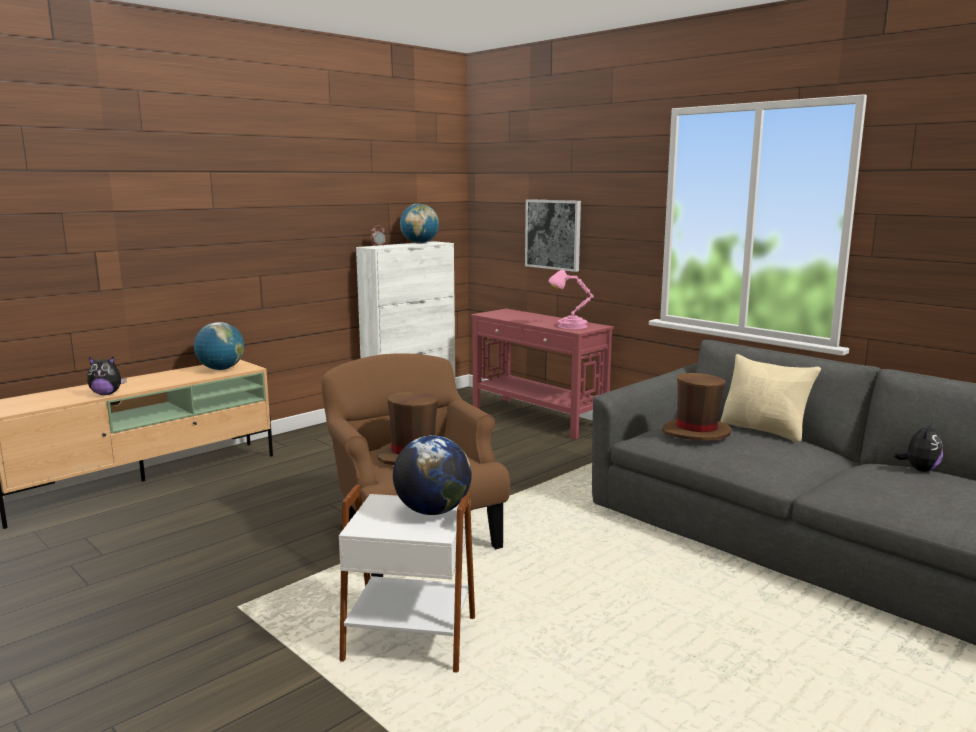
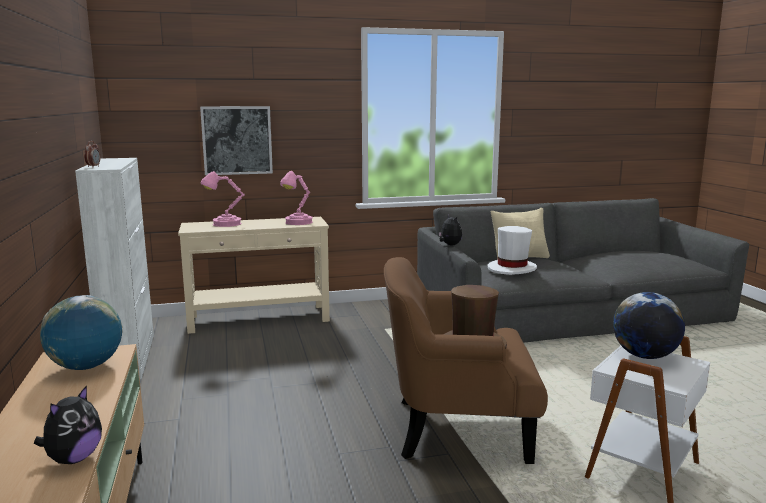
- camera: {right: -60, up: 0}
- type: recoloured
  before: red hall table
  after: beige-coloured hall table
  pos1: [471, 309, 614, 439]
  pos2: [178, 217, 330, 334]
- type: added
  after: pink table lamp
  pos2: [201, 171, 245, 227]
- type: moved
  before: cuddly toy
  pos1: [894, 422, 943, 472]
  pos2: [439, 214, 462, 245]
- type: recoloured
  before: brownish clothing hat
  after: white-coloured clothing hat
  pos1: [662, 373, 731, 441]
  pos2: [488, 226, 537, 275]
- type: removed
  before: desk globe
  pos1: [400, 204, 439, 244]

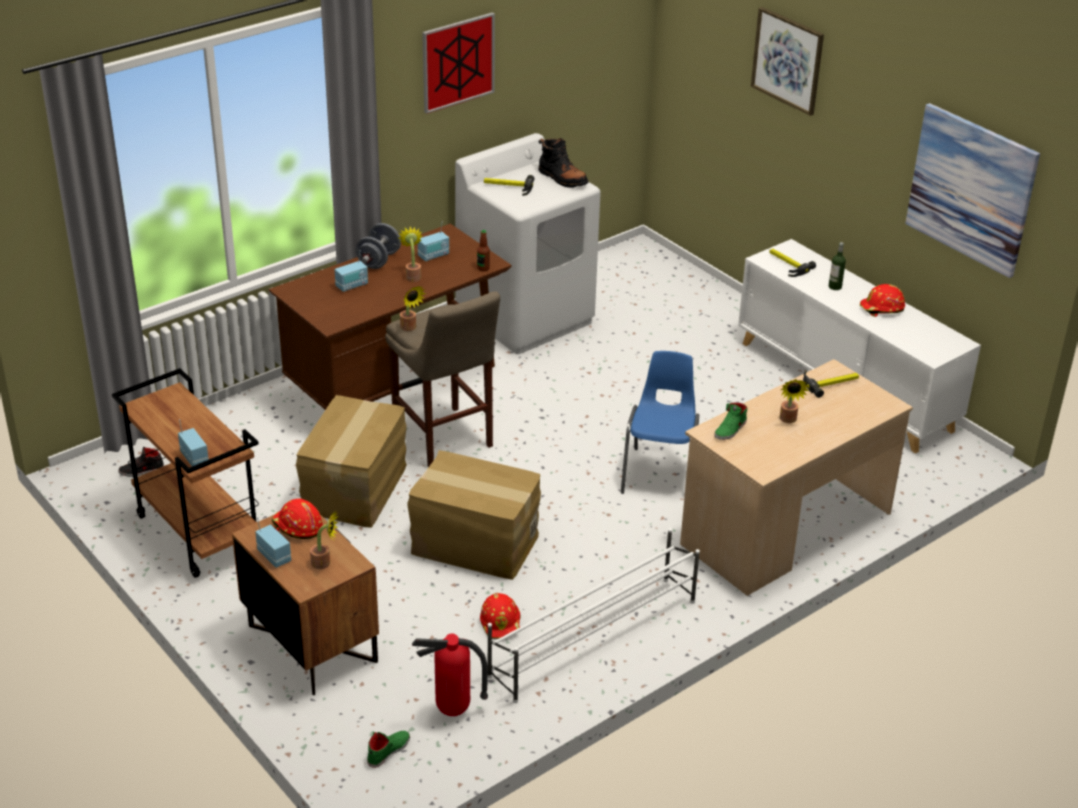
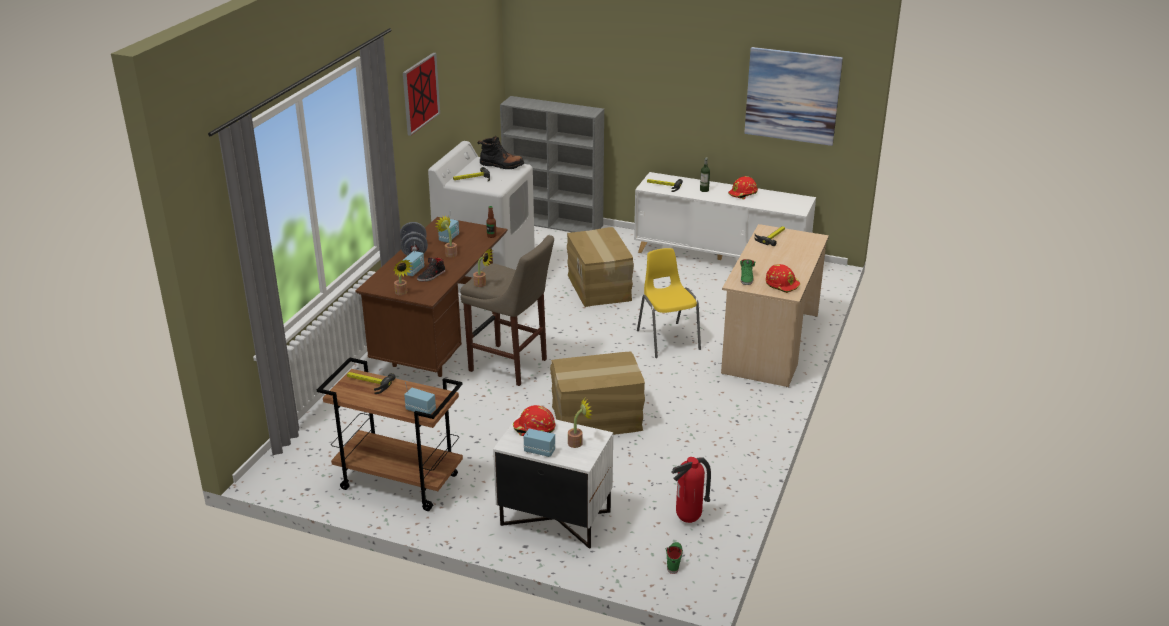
- camera: {right: -30, up: -5}
- type: added
  after: tool hammer
  pos2: [347, 372, 396, 394]
- type: moved
  before: potted plant
  pos1: [780, 379, 809, 423]
  pos2: [394, 259, 412, 296]
- type: moved
  before: black-coloured low shoe
  pos1: [118, 447, 164, 477]
  pos2: [417, 258, 445, 282]
- type: recoloured
  before: brownish night table
  after: white-coloured night table
  pos1: [232, 514, 379, 695]
  pos2: [493, 412, 613, 549]
- type: added
  after: gray bookcase
  pos2: [500, 96, 604, 232]
- type: moved
  before: packing box
  pos1: [296, 395, 407, 528]
  pos2: [567, 227, 634, 307]
- type: recoloured
  before: bluish plain chair
  after: yellow-coloured plain chair
  pos1: [621, 351, 699, 494]
  pos2: [637, 248, 701, 358]
- type: moved
  before: red hard hat
  pos1: [480, 593, 521, 639]
  pos2: [766, 264, 800, 293]
- type: removed
  before: white-coloured shoe shelf
  pos1: [488, 528, 700, 703]
- type: removed
  before: wall picture
  pos1: [751, 7, 824, 116]

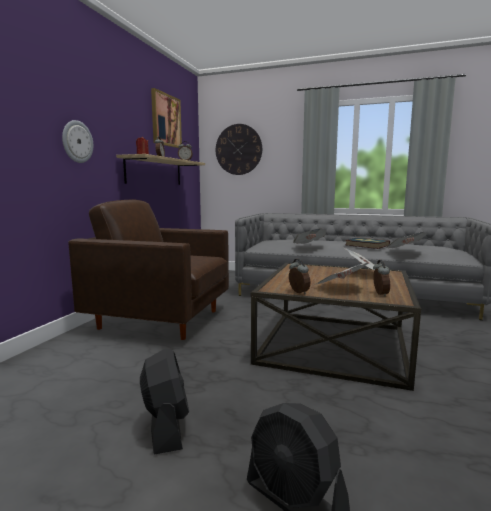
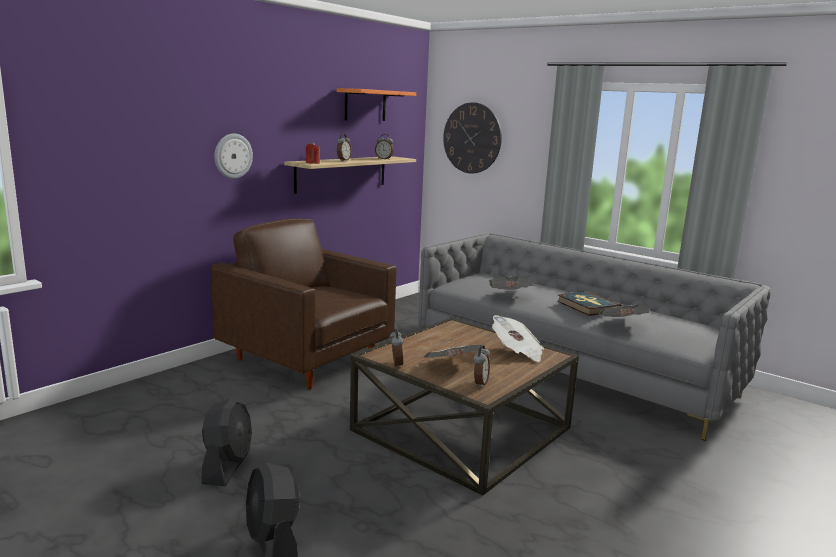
- camera: {right: 20, up: 5}
- type: replaced
  before: wall picture
  after: orange-coloured bracket shelf
  pos1: [151, 88, 182, 148]
  pos2: [337, 88, 416, 121]

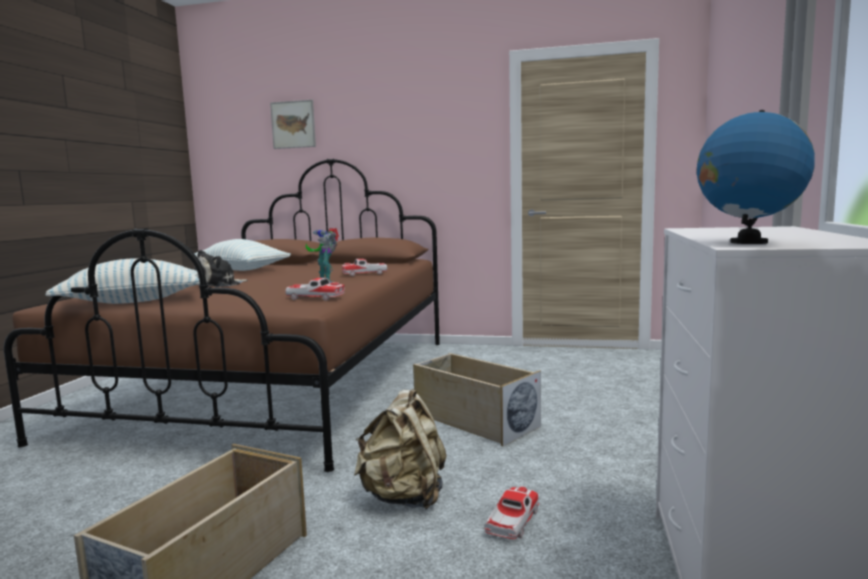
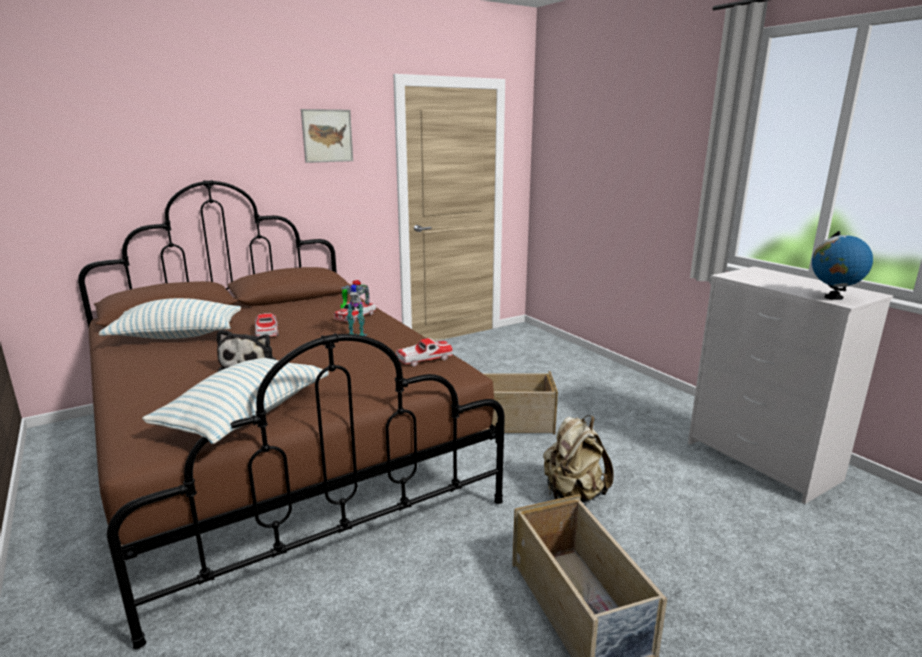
- camera: {right: -45, up: 10}
- type: moved
  before: model car
  pos1: [484, 487, 539, 539]
  pos2: [255, 313, 279, 337]
- type: moved
  before: wall picture
  pos1: [270, 100, 316, 149]
  pos2: [301, 109, 353, 163]

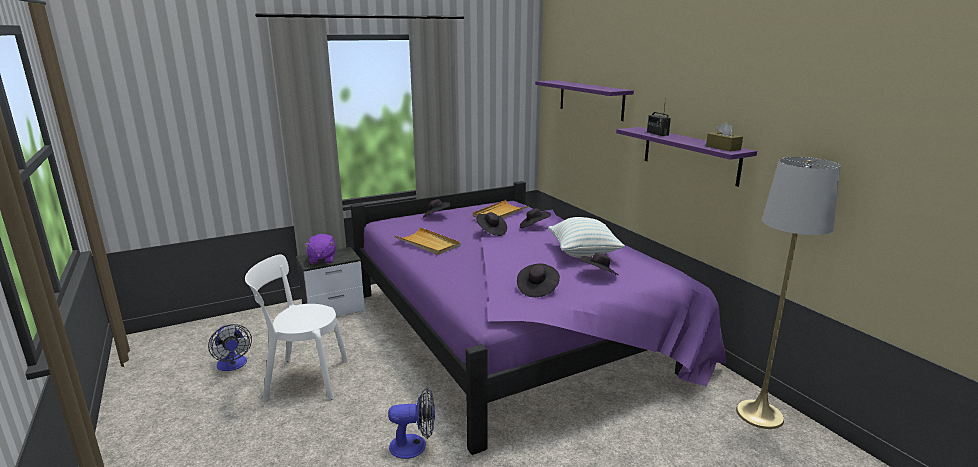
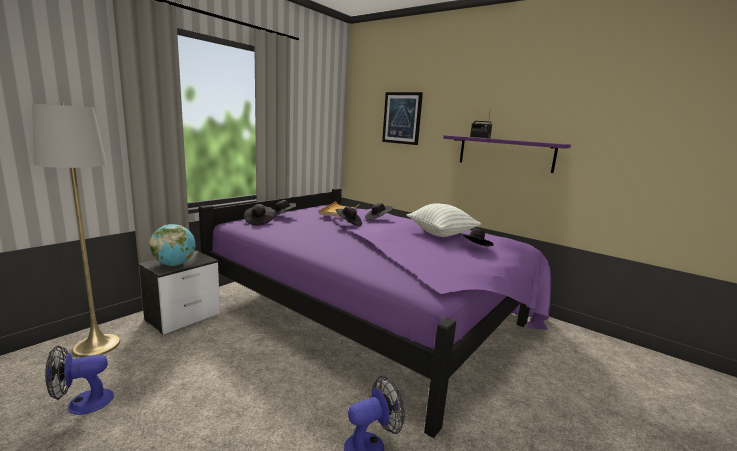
- camera: {right: -25, up: -5}
- type: moved
  before: gray floor lamp
  pos1: [736, 157, 840, 429]
  pos2: [32, 103, 120, 358]
- type: turned
  before: fan
  pos1: [208, 324, 252, 371]
  pos2: [45, 345, 114, 415]
  turn: 120
- type: replaced
  before: purplish cuddly toy
  after: desk globe
  pos1: [304, 234, 336, 265]
  pos2: [149, 224, 195, 266]
- type: moved
  before: black-coloured clothing hat
  pos1: [517, 263, 560, 297]
  pos2: [244, 204, 275, 226]
- type: replaced
  before: purplish bracket shelf
  after: wall picture
  pos1: [535, 80, 634, 121]
  pos2: [382, 92, 423, 145]
- type: removed
  before: white-coloured plain chair
  pos1: [245, 255, 348, 401]
- type: removed
  before: beige-coloured tray
  pos1: [395, 227, 461, 255]
- type: removed
  before: brownish tissue box
  pos1: [706, 122, 743, 151]

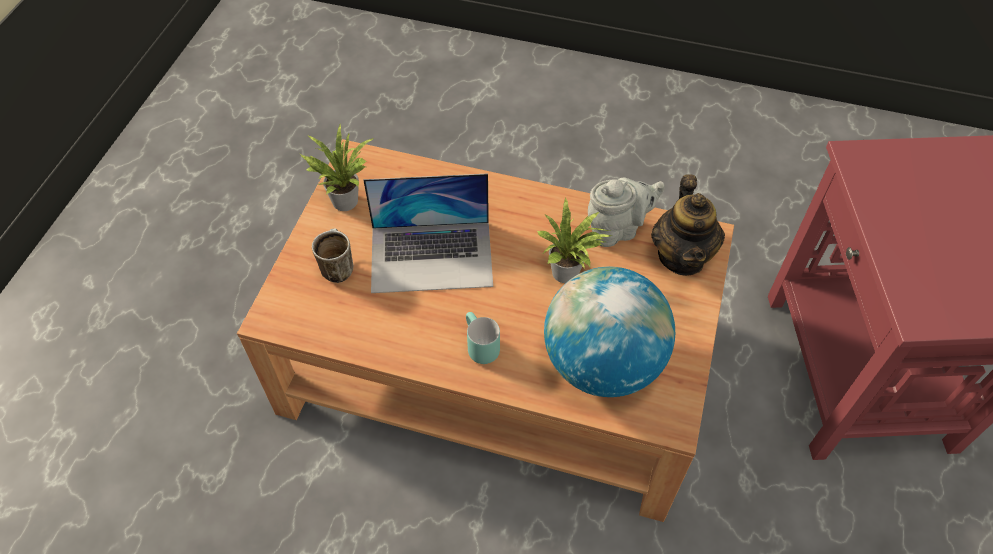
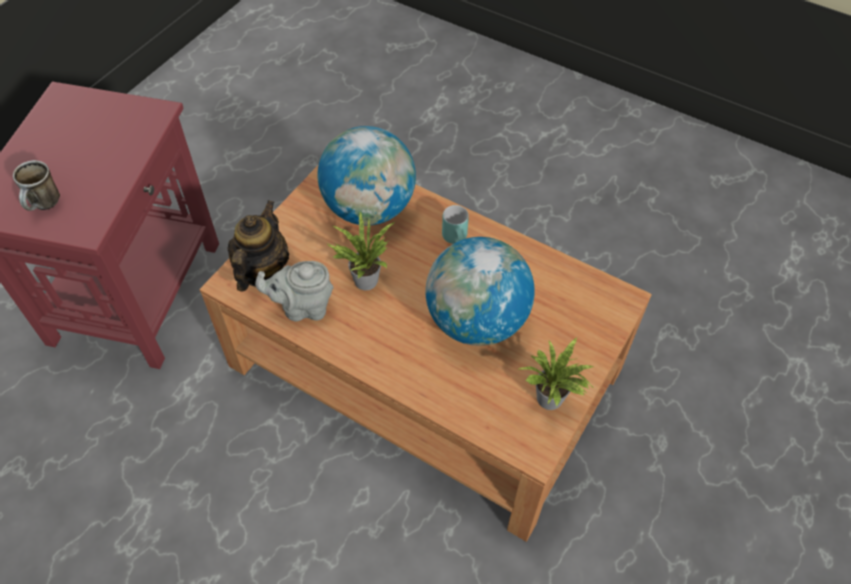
- camera: {right: -165, up: 0}
- type: moved
  before: tea mug
  pos1: [312, 228, 353, 283]
  pos2: [13, 160, 60, 211]
- type: replaced
  before: notebook computer
  after: desk globe
  pos1: [363, 173, 493, 293]
  pos2: [425, 237, 535, 346]

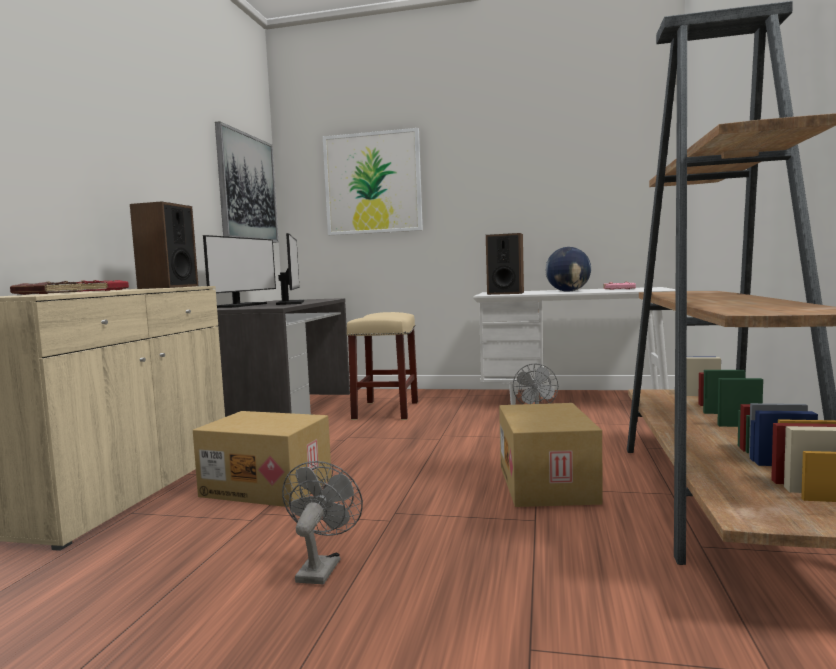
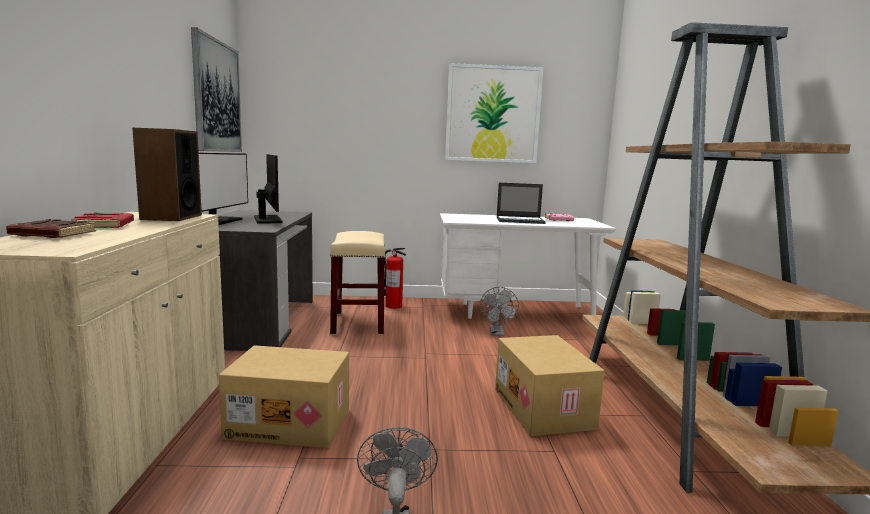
- camera: {right: -15, up: 5}
- type: added
  after: fire-fighting cylinder
  pos2: [384, 248, 406, 309]
- type: moved
  before: wall picture
  pos1: [323, 128, 423, 235]
  pos2: [445, 63, 543, 163]
- type: replaced
  before: desk globe
  after: notebook computer
  pos1: [545, 247, 591, 292]
  pos2: [497, 183, 546, 224]
- type: removed
  before: loudspeaker
  pos1: [486, 233, 524, 295]

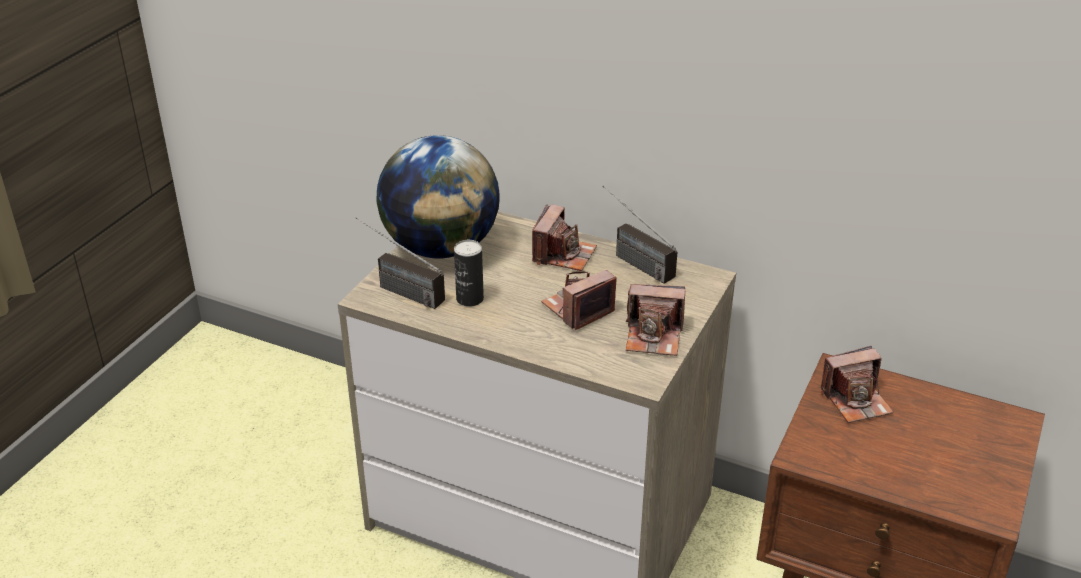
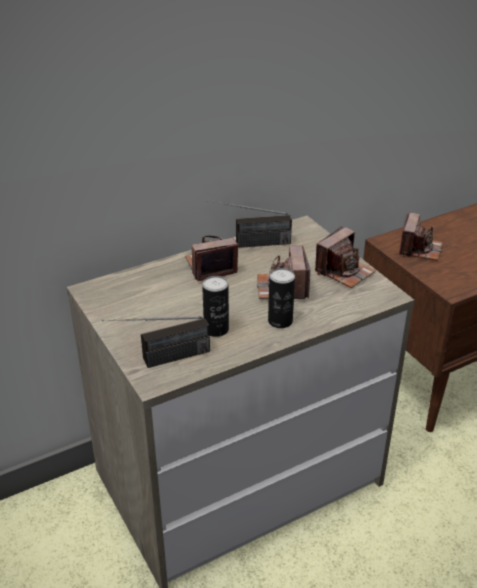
- camera: {right: -55, up: 0}
- type: turned
  before: photo camera
  pos1: [532, 204, 597, 271]
  pos2: [185, 236, 238, 281]
  turn: -75
- type: added
  after: metal can
  pos2: [268, 268, 295, 328]
- type: removed
  before: desk globe
  pos1: [377, 135, 500, 259]

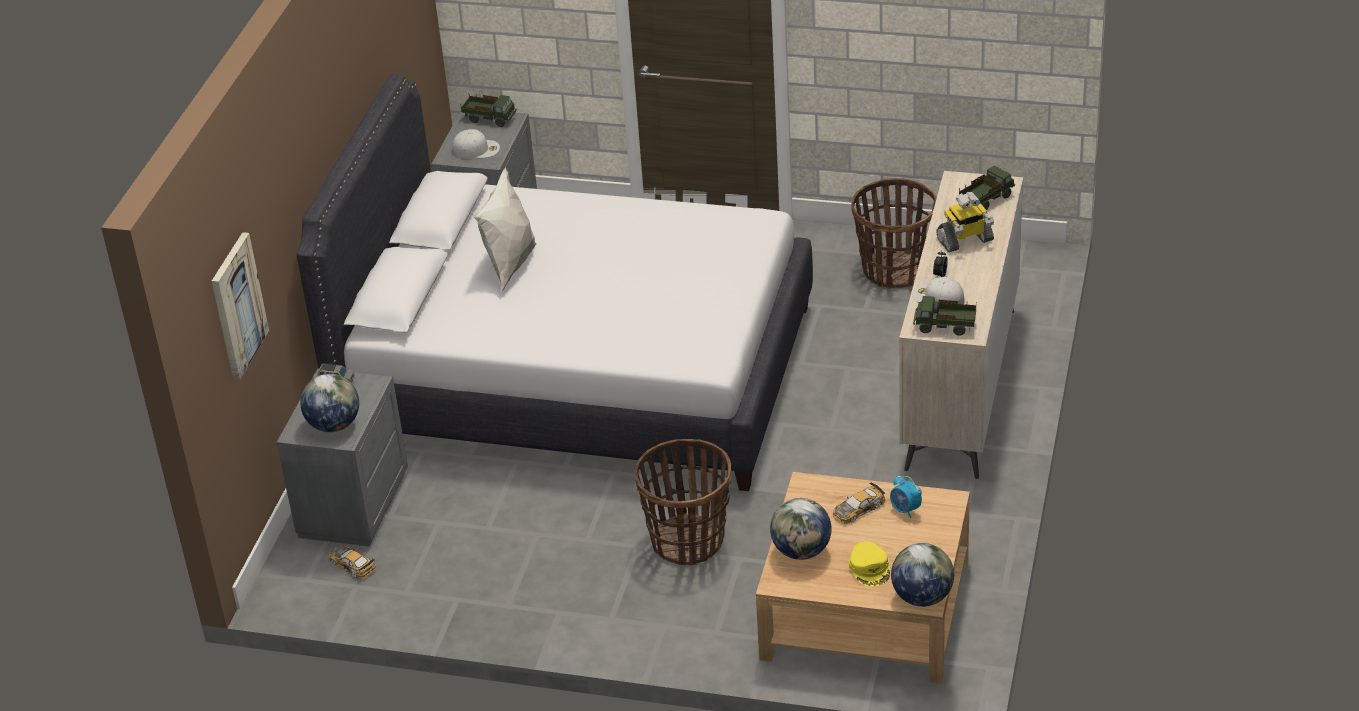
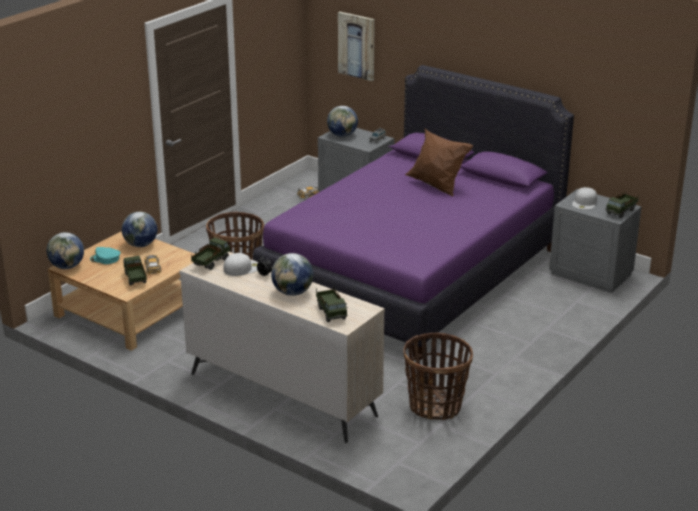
- camera: {right: 110, up: -10}
- type: recoloured
  before: yellow-coloured baseball cap
  after: turquoise-coloured baseball cap
  pos1: [849, 542, 890, 587]
  pos2: [90, 247, 121, 264]
- type: replaced
  before: table clock
  after: model truck
  pos1: [890, 475, 922, 518]
  pos2: [123, 256, 147, 285]
- type: recoloured
  before: white-coloured sleeping bed
  after: purplish sleeping bed
  pos1: [297, 74, 813, 491]
  pos2: [253, 65, 574, 361]
- type: replaced
  before: model robot
  after: desk globe
  pos1: [936, 192, 994, 252]
  pos2: [271, 253, 313, 296]
- type: recoloured
  before: white-coloured cushion
  after: brownish cushion
  pos1: [473, 167, 536, 292]
  pos2: [405, 128, 474, 196]

